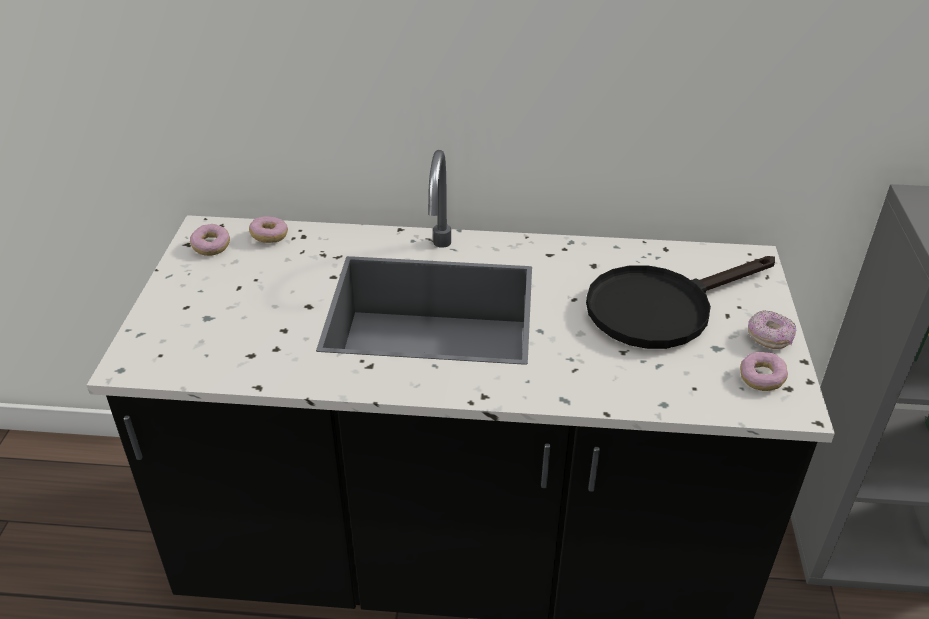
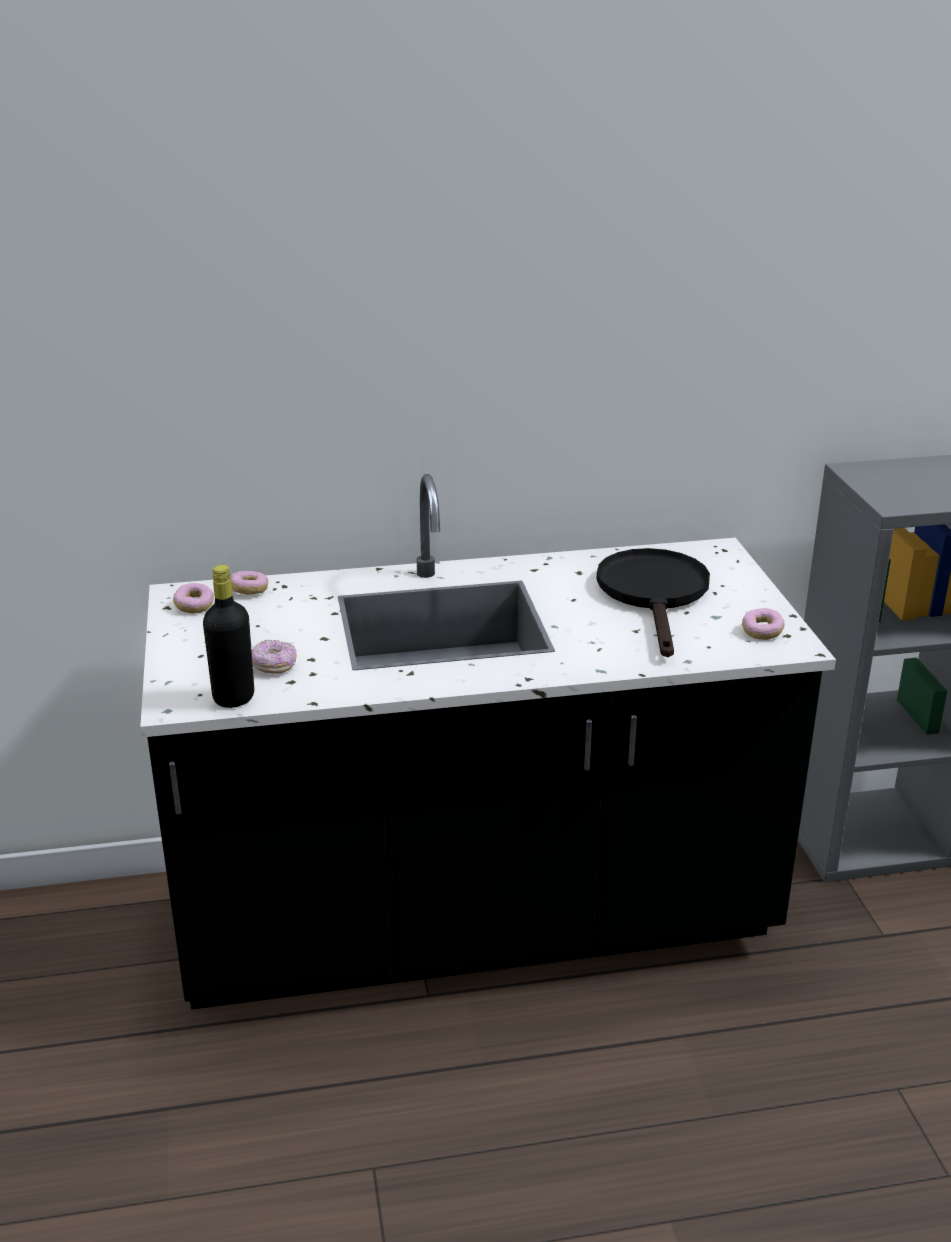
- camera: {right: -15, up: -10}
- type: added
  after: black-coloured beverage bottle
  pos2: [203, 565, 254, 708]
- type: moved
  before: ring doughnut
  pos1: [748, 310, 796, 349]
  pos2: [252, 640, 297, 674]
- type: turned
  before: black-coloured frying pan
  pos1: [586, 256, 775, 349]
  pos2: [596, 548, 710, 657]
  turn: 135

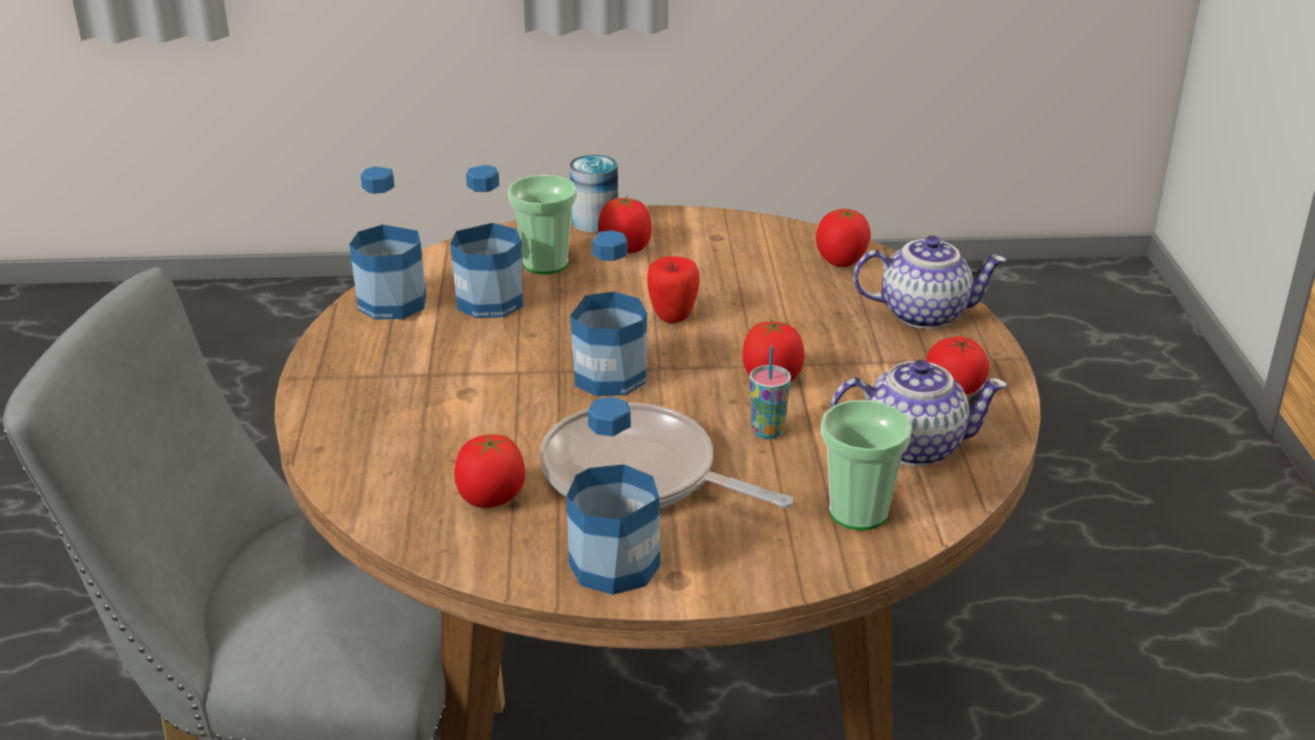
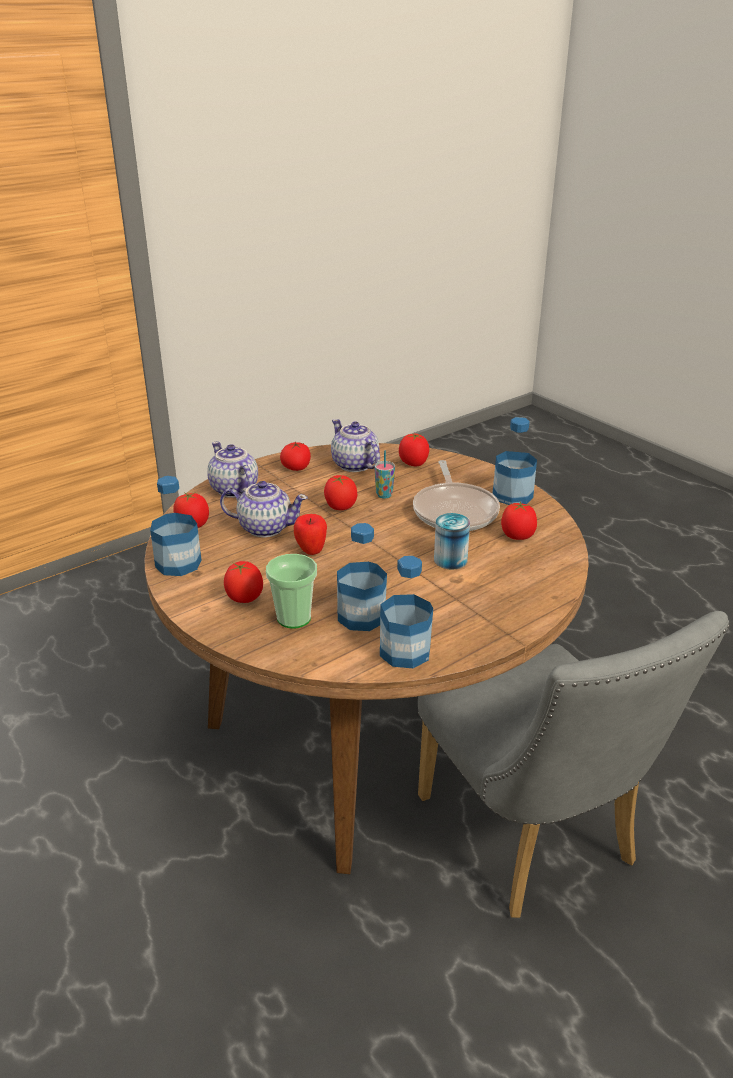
- camera: {right: -125, up: 0}
- type: moved
  before: beverage bottle
  pos1: [570, 230, 647, 396]
  pos2: [150, 476, 201, 576]
- type: added
  after: pot for tea
  pos2: [220, 481, 308, 537]
- type: replaced
  before: drinking cup
  after: fresh tomato
  pos1: [821, 400, 912, 530]
  pos2: [399, 434, 429, 466]
- type: moved
  before: metal can
  pos1: [570, 155, 618, 233]
  pos2: [434, 513, 470, 570]

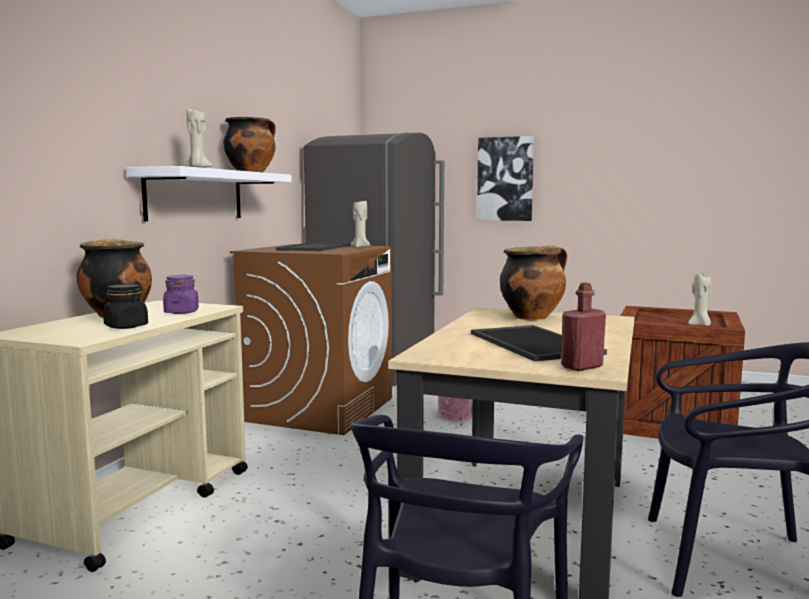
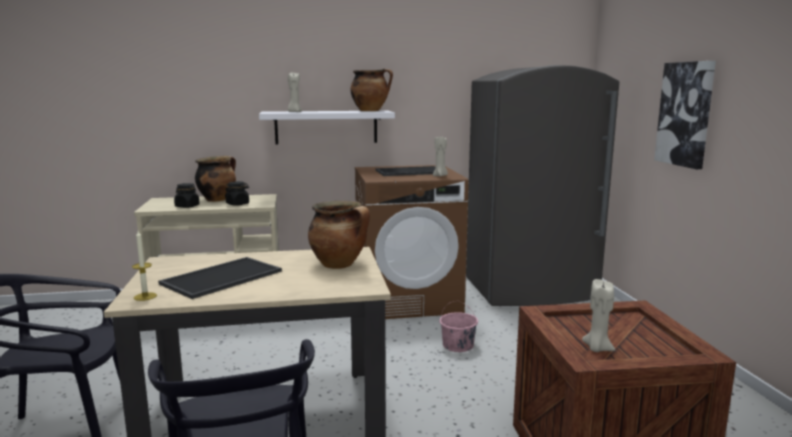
- camera: {right: 60, up: 5}
- type: replaced
  before: red beverage bottle
  after: wax candle
  pos1: [561, 283, 606, 371]
  pos2: [132, 231, 157, 301]
- type: recoloured
  before: purplish jar
  after: black-coloured jar
  pos1: [163, 275, 199, 314]
  pos2: [225, 181, 249, 206]

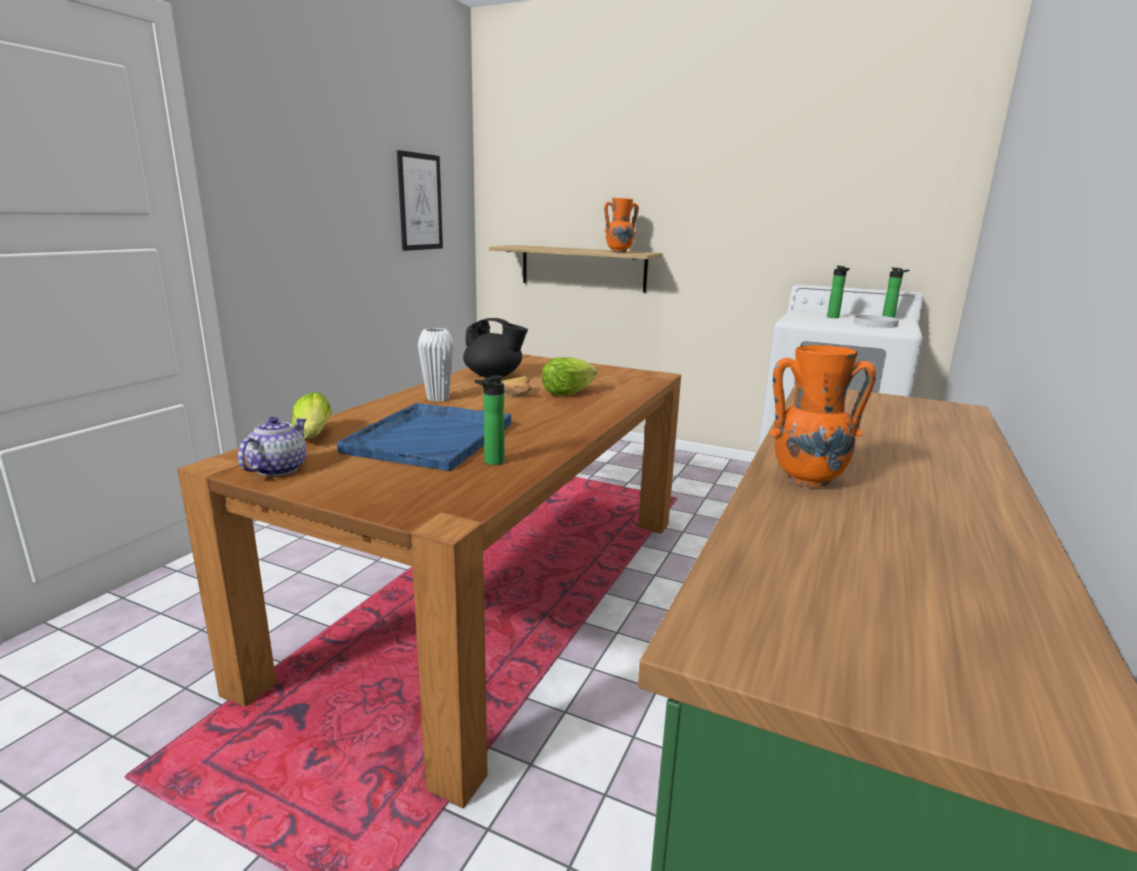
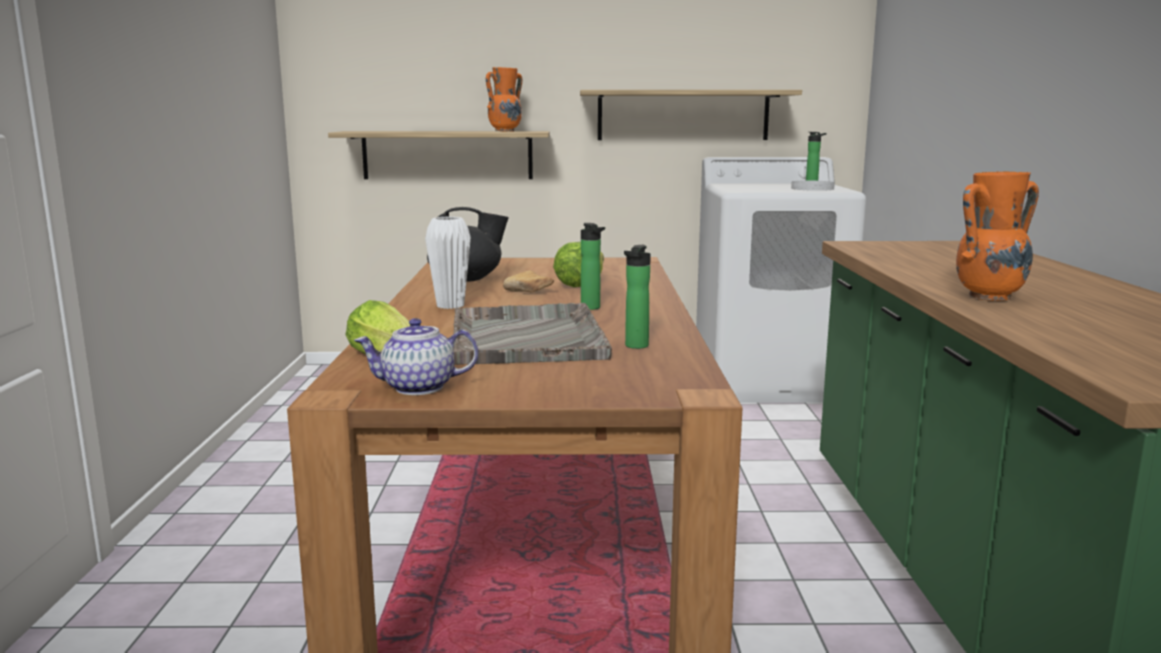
- camera: {right: -25, up: -5}
- type: turned
  before: pot for tea
  pos1: [238, 417, 306, 476]
  pos2: [354, 318, 478, 395]
  turn: -90
- type: recoloured
  before: bluish tray
  after: gray tray
  pos1: [337, 403, 512, 471]
  pos2: [453, 303, 612, 365]
- type: added
  after: bracket shelf
  pos2: [580, 90, 802, 140]
- type: moved
  before: beverage bottle
  pos1: [827, 266, 850, 318]
  pos2: [581, 223, 605, 310]
- type: removed
  before: wall picture
  pos1: [397, 150, 443, 251]

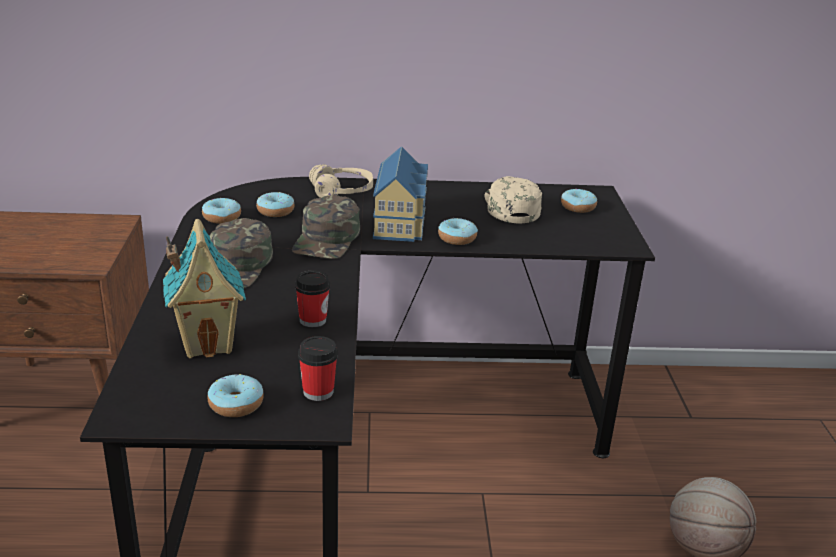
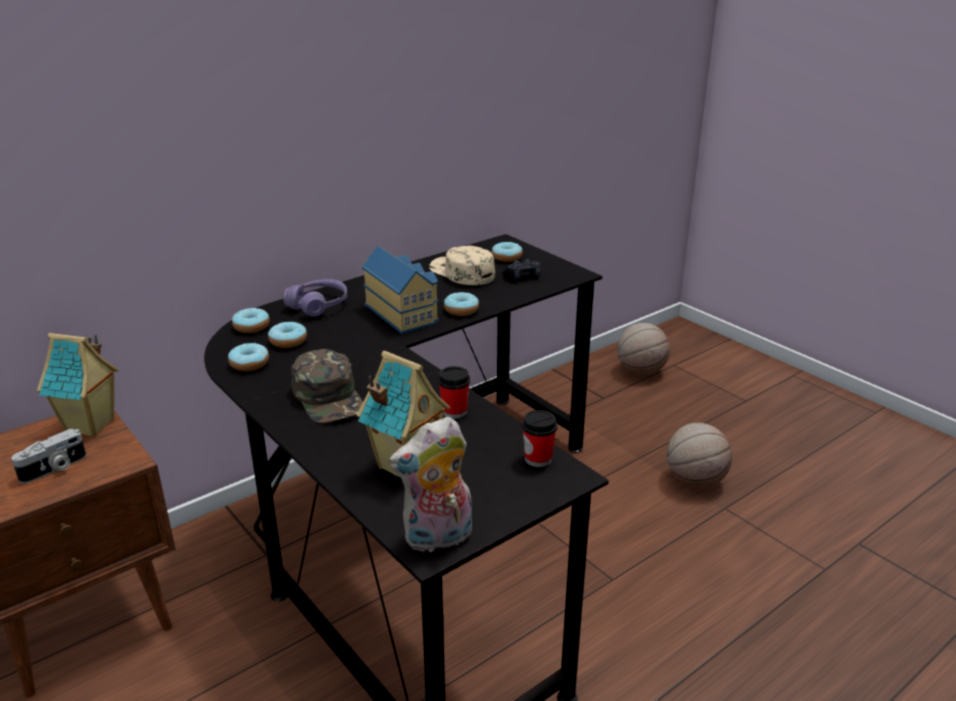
- camera: {right: -35, up: 0}
- type: added
  after: photo camera
  pos2: [11, 429, 86, 483]
- type: added
  after: miniature house
  pos2: [37, 333, 119, 437]
- type: moved
  before: ring doughnut
  pos1: [208, 374, 264, 417]
  pos2: [232, 308, 270, 333]
- type: recoloured
  before: beige-coloured pair of headphones
  after: purplish pair of headphones
  pos1: [309, 164, 373, 198]
  pos2: [283, 279, 347, 317]
- type: added
  after: cuddly toy
  pos2: [389, 416, 472, 552]
- type: added
  after: black-coloured joypad
  pos2: [502, 259, 541, 279]
- type: added
  after: basketball
  pos2: [617, 323, 670, 375]
- type: removed
  before: green-coloured baseball cap
  pos1: [292, 195, 360, 259]

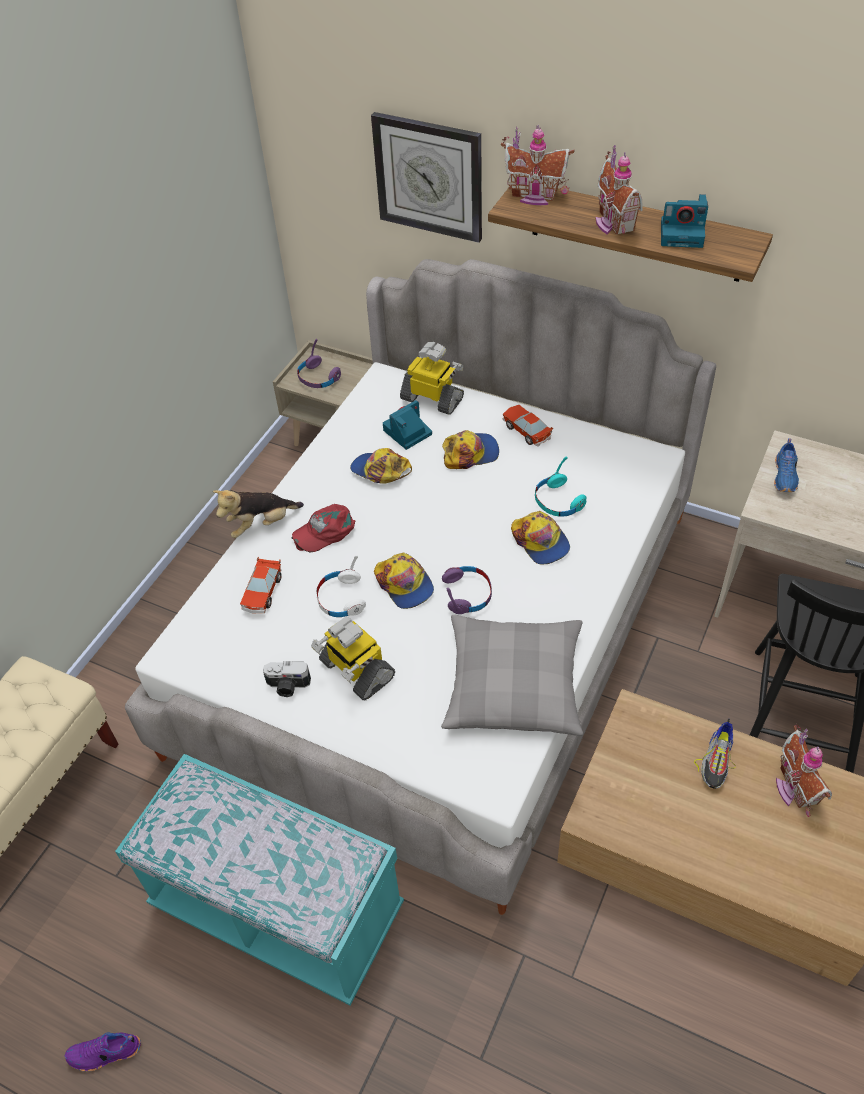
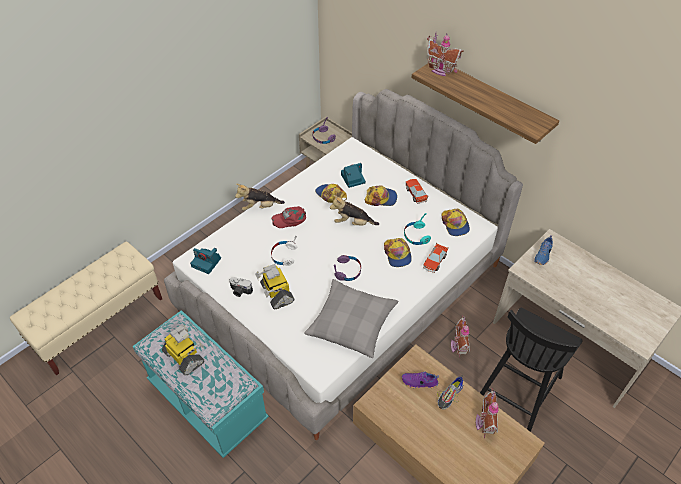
- camera: {right: 15, up: 0}
- type: moved
  before: model robot
  pos1: [400, 342, 464, 415]
  pos2: [162, 325, 205, 375]
- type: moved
  before: photo camera
  pos1: [661, 194, 708, 248]
  pos2: [190, 248, 221, 274]
- type: added
  after: cuddly toy
  pos2: [330, 195, 379, 226]
- type: moved
  before: purplish low shoe
  pos1: [64, 1033, 141, 1071]
  pos2: [402, 372, 439, 388]
- type: moved
  before: model car
  pos1: [240, 557, 281, 613]
  pos2: [423, 243, 448, 273]
- type: moved
  before: baseball cap
  pos1: [374, 553, 434, 609]
  pos2: [441, 209, 470, 236]
- type: moved
  before: miniature house
  pos1: [596, 145, 643, 234]
  pos2: [451, 316, 470, 358]
- type: removed
  before: hanging clock
  pos1: [371, 112, 482, 243]

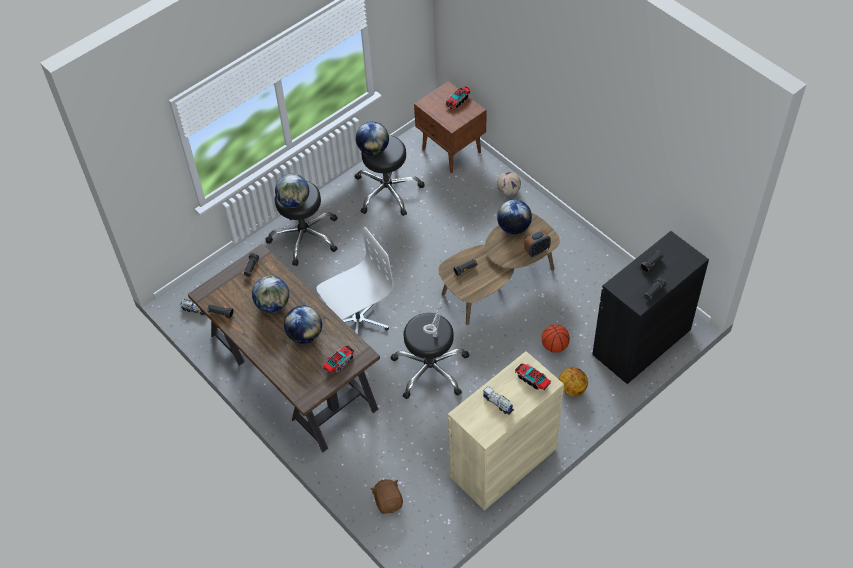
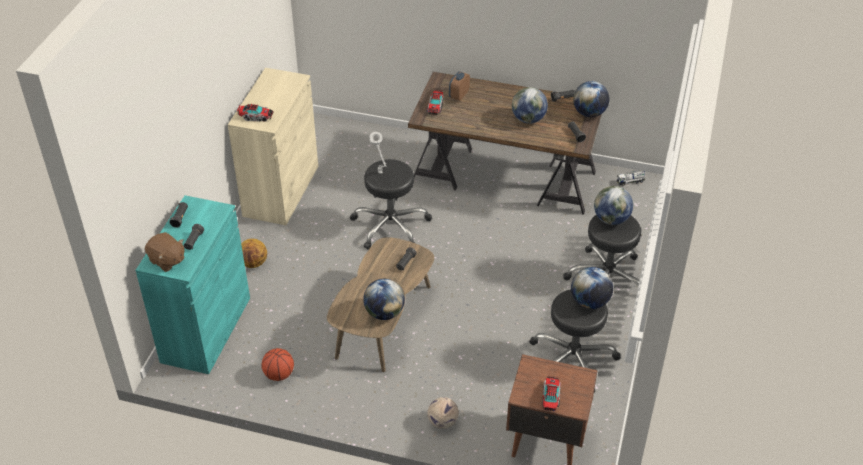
- camera: {right: 145, up: -10}
- type: recoloured
  before: black-coloured cabinet
  after: turquoise-coloured cabinet
  pos1: [592, 231, 709, 384]
  pos2: [136, 195, 250, 374]
- type: moved
  before: brownish cuddly toy
  pos1: [371, 479, 403, 514]
  pos2: [145, 232, 185, 272]
- type: moved
  before: basketball
  pos1: [542, 325, 570, 353]
  pos2: [261, 348, 294, 381]
- type: moved
  before: table clock
  pos1: [524, 230, 551, 257]
  pos2: [449, 71, 470, 101]
- type: moved
  before: desk globe
  pos1: [284, 306, 322, 344]
  pos2: [573, 81, 609, 117]
- type: removed
  before: white-coloured office chair
  pos1: [317, 227, 394, 334]
- type: removed
  before: model truck
  pos1: [483, 386, 514, 414]

